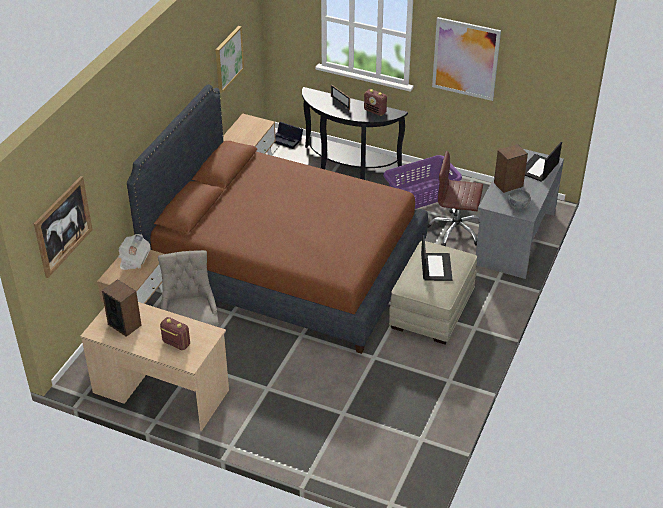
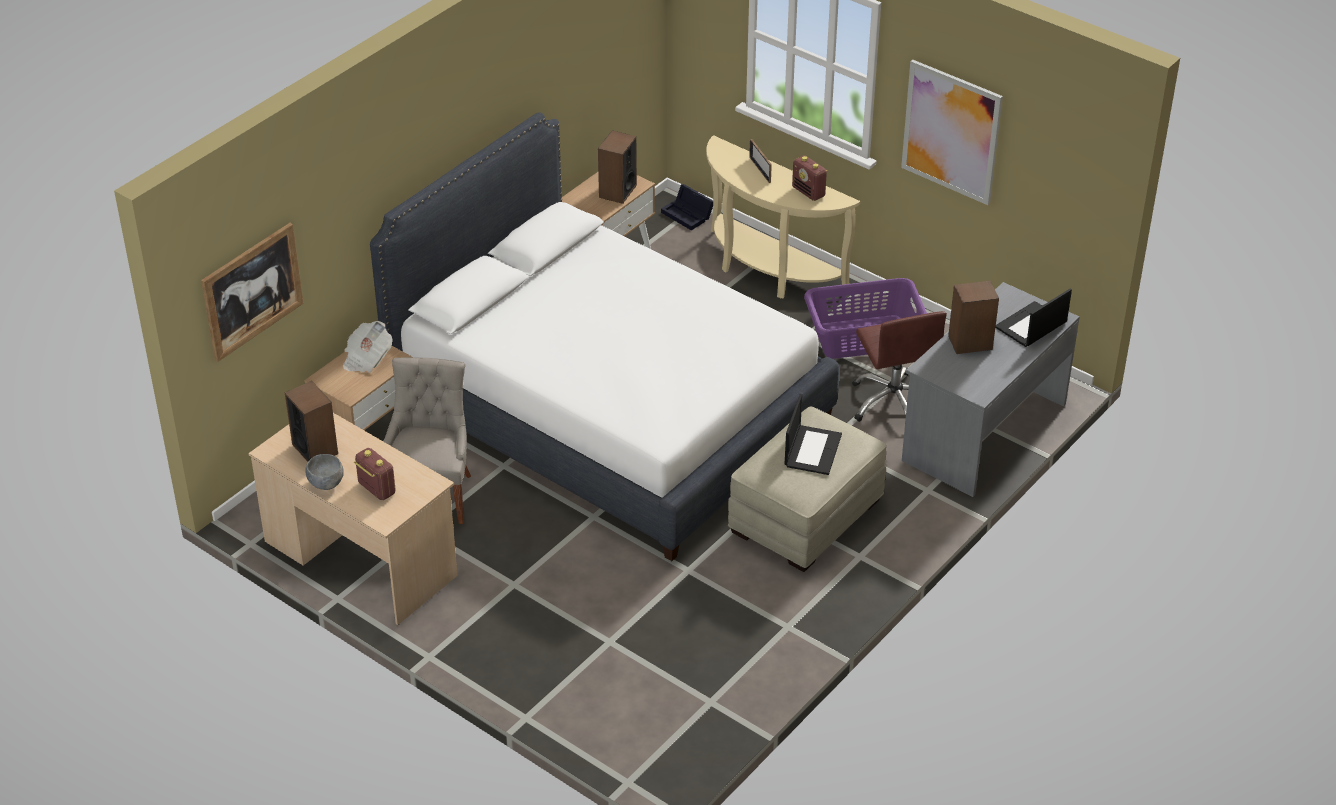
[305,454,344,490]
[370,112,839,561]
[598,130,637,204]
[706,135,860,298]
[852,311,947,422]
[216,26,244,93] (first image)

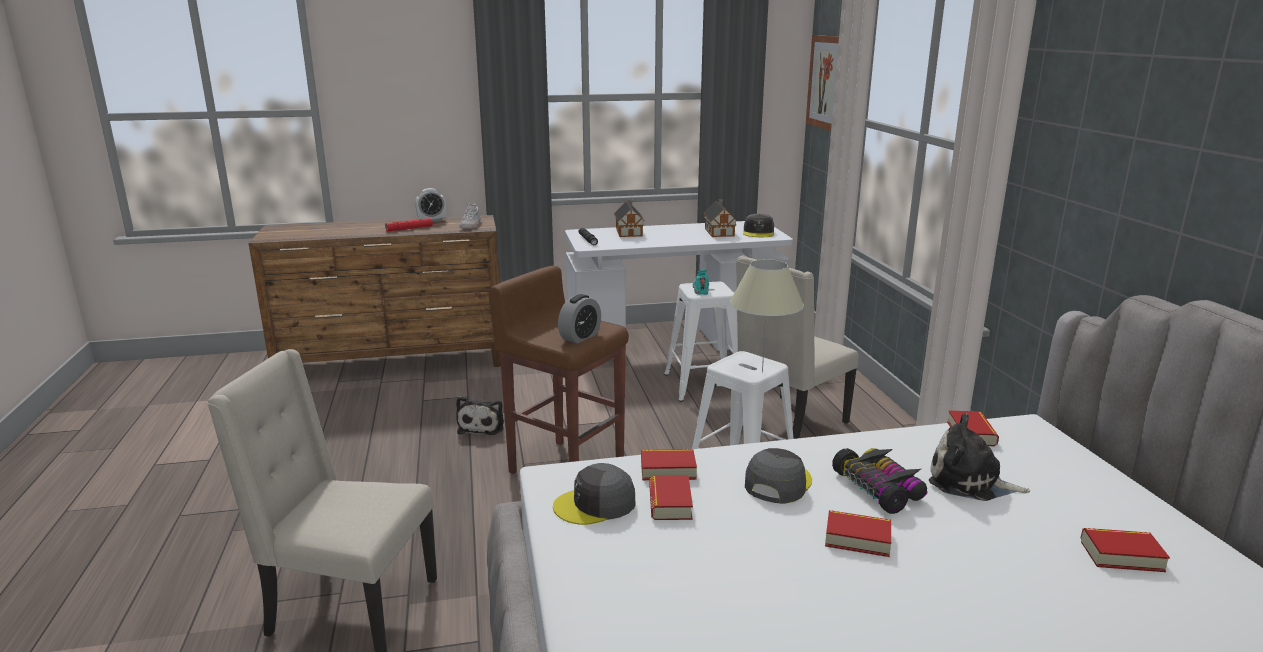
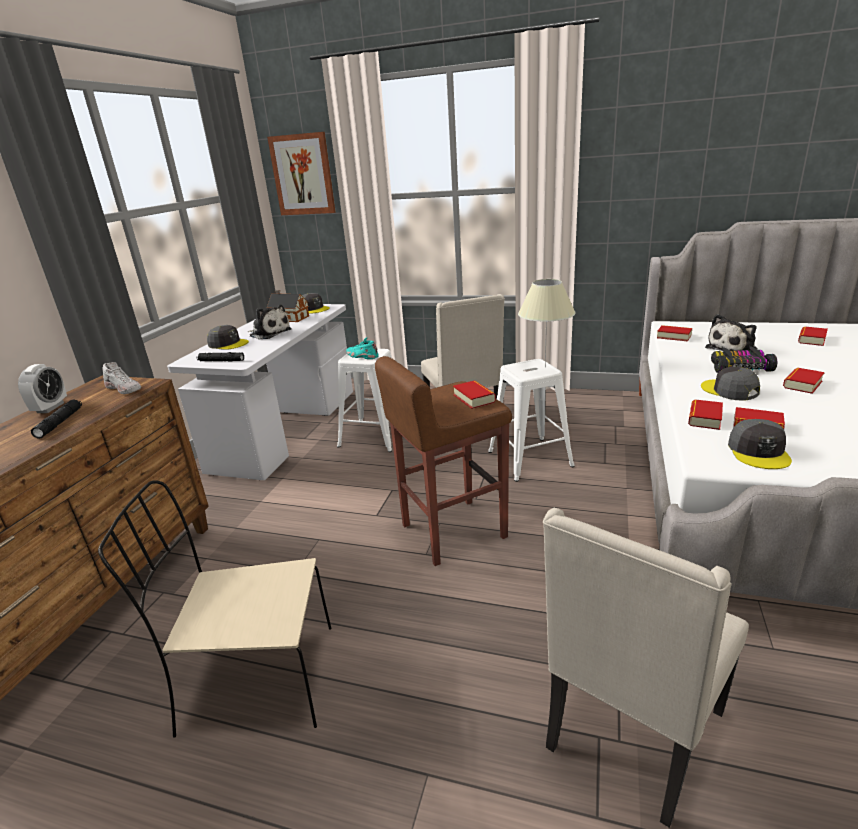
[31,399,82,439]
[98,480,332,738]
[207,325,249,350]
[248,304,292,339]
[453,380,496,409]

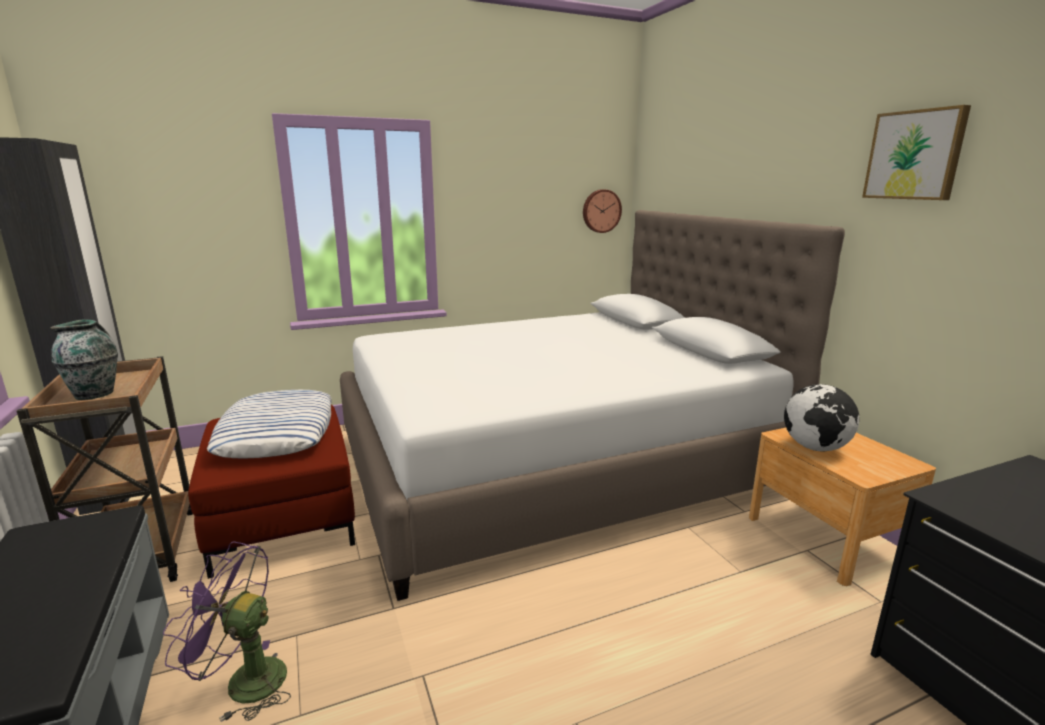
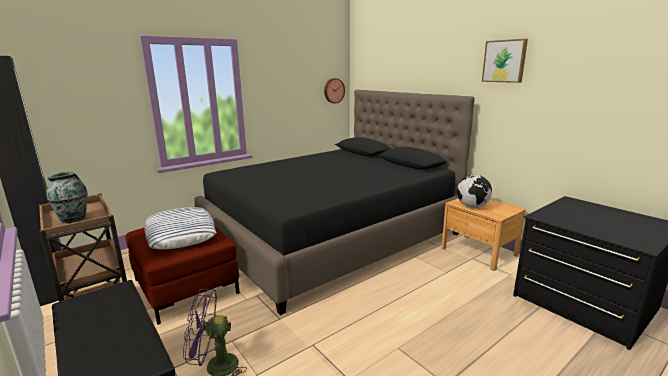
[194,90,475,315]

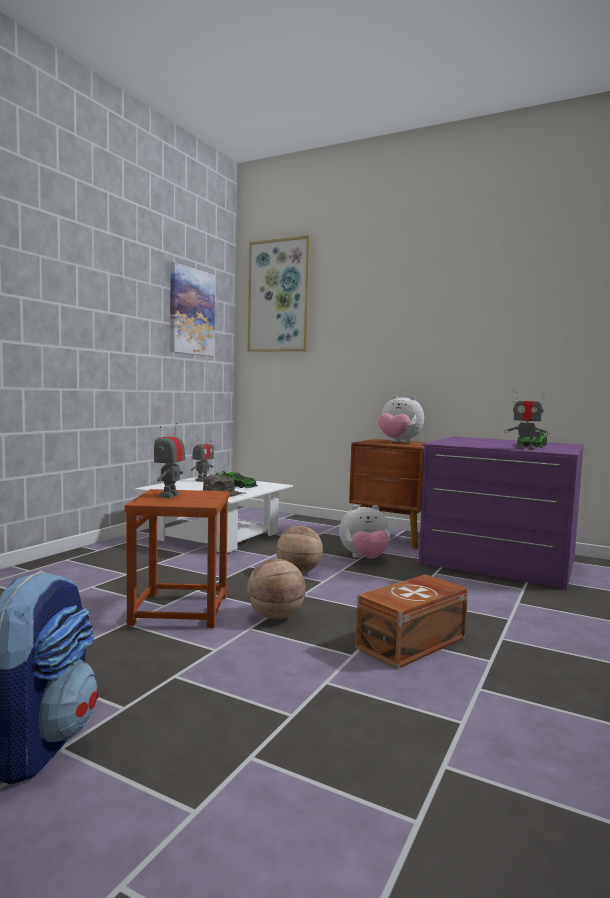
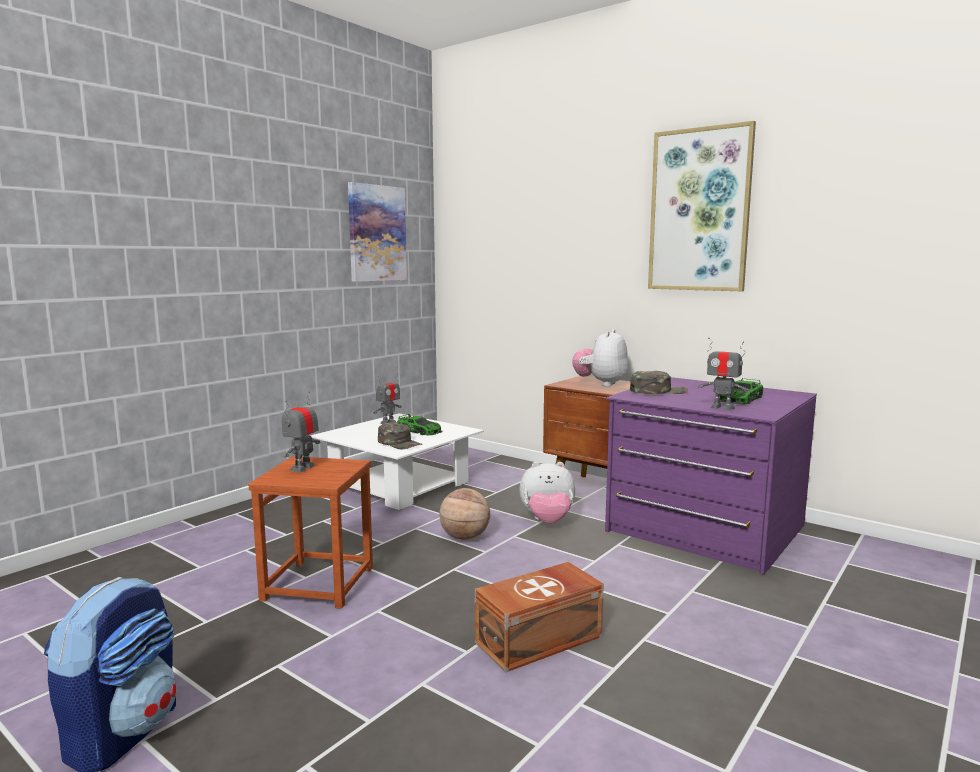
[572,329,628,387]
[630,371,688,394]
[648,121,756,291]
[247,559,306,619] (first image)

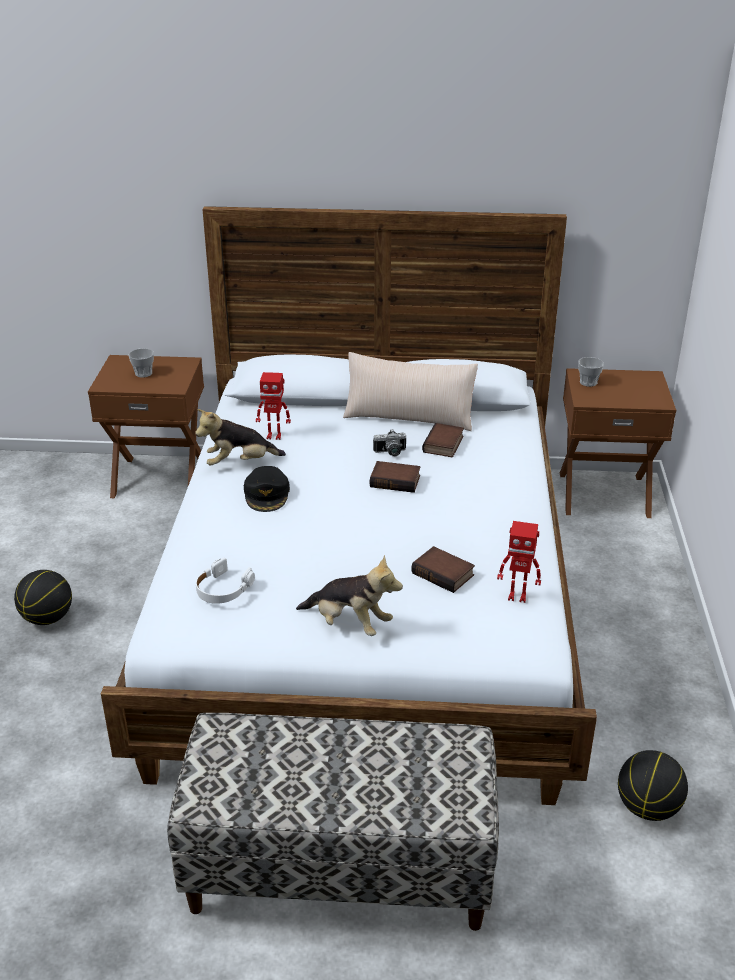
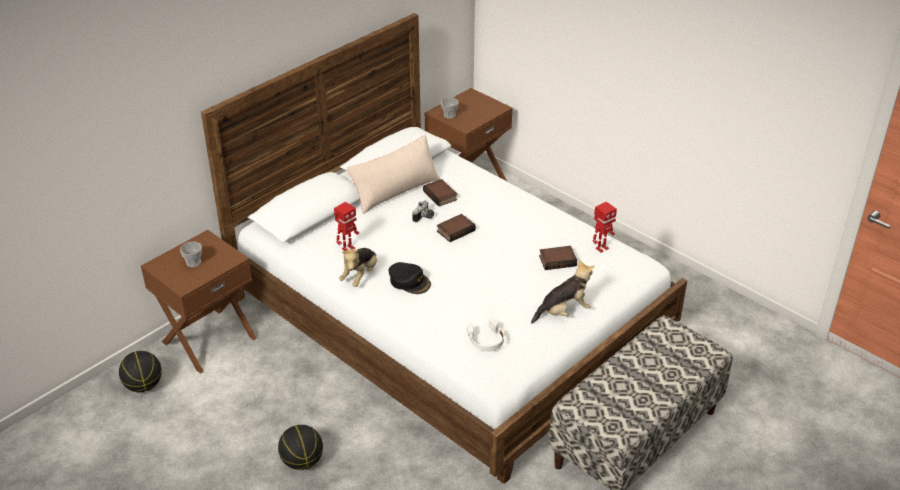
[119,351,162,392]

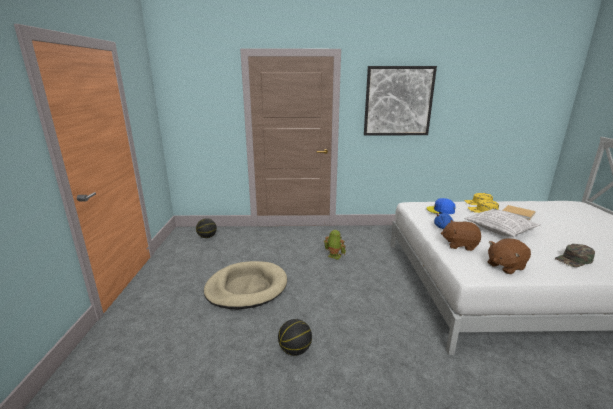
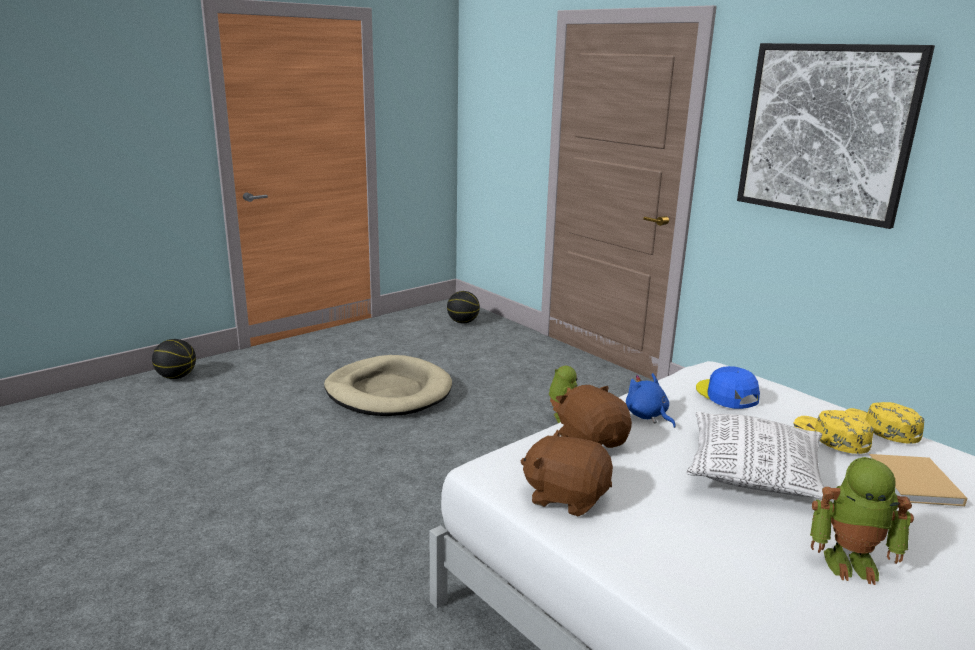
[152,339,196,379]
[810,457,914,585]
[555,244,595,267] (first image)

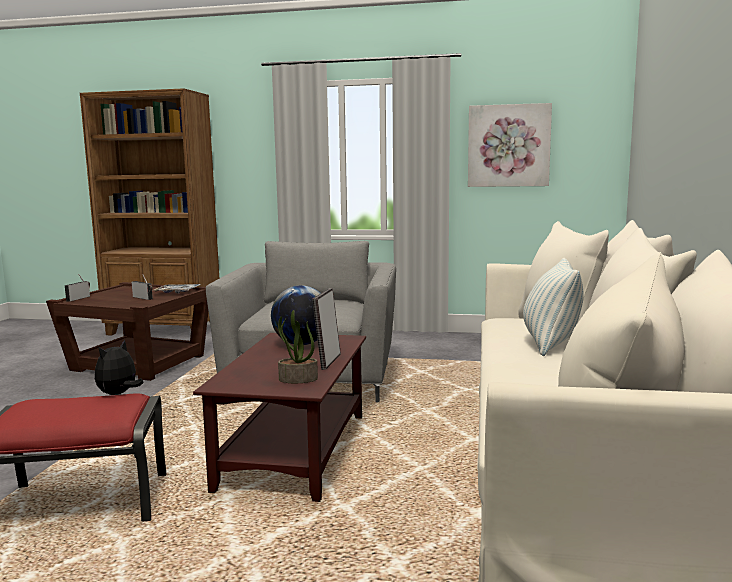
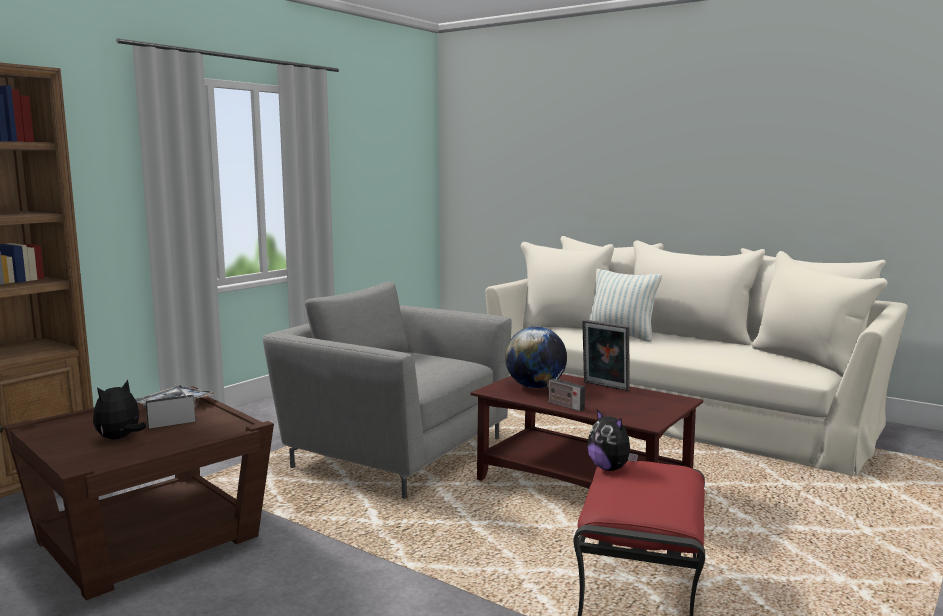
[93,380,146,439]
[547,369,585,411]
[278,310,318,383] (first image)
[468,103,552,187] (first image)

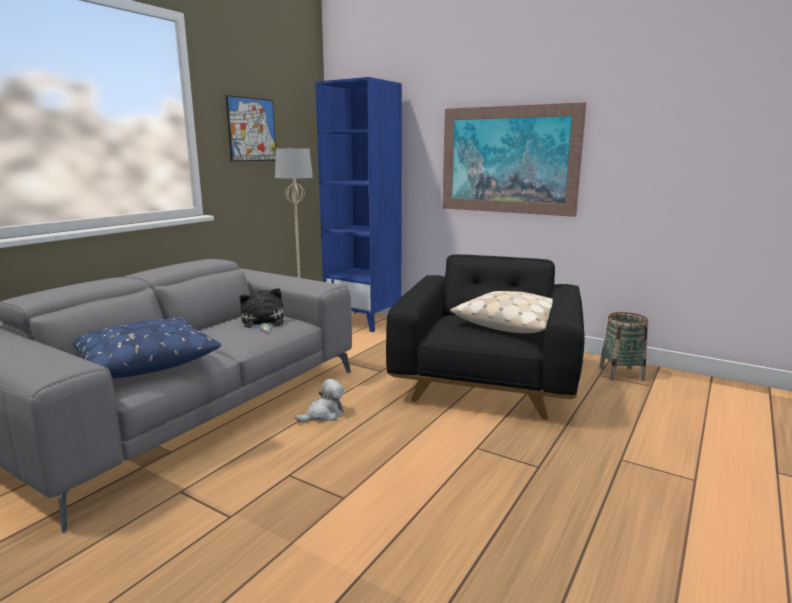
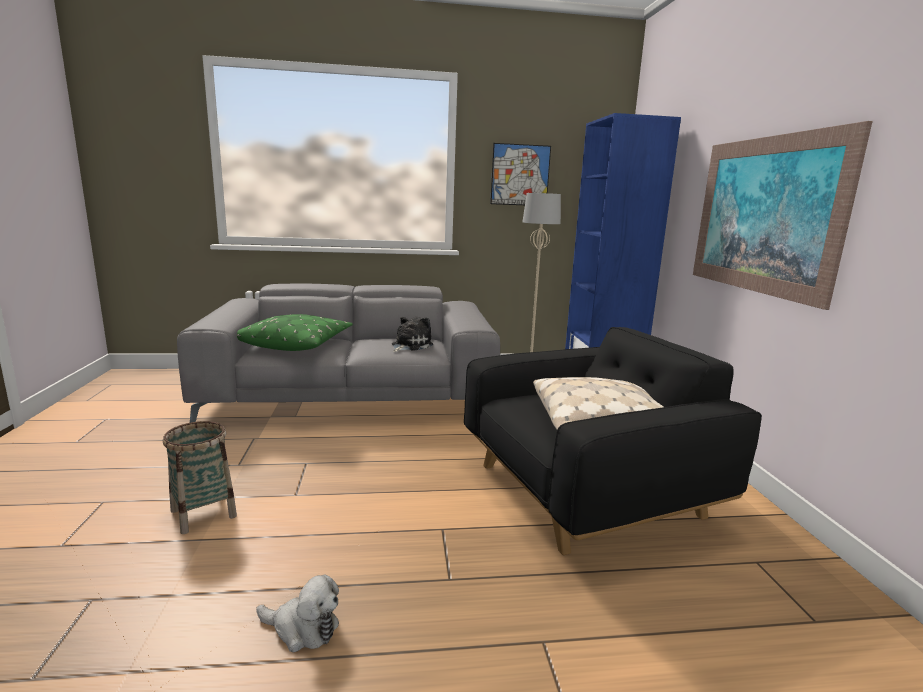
[163,421,237,534]
[237,314,353,351]
[256,575,339,652]

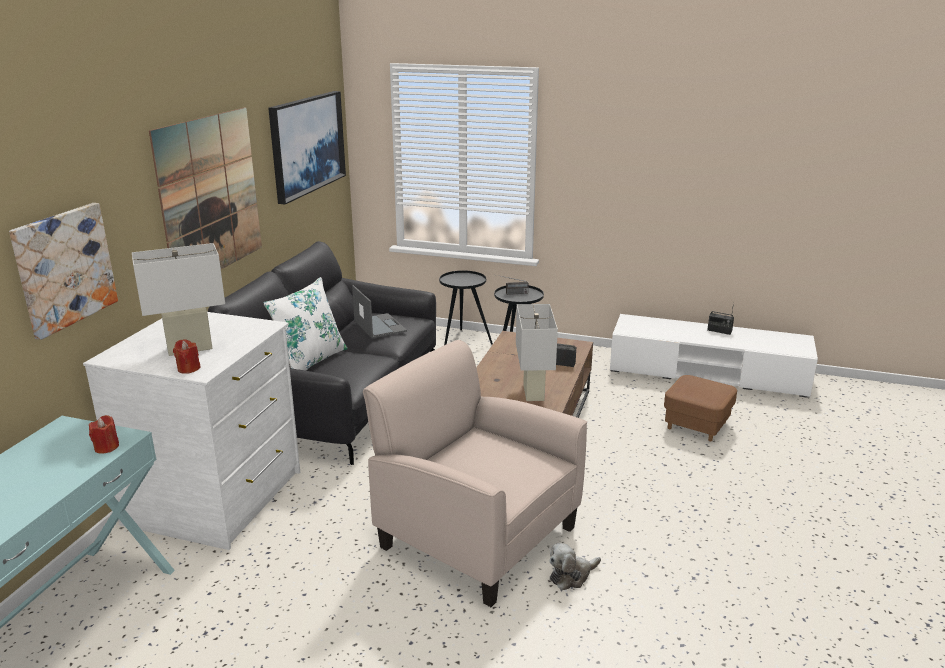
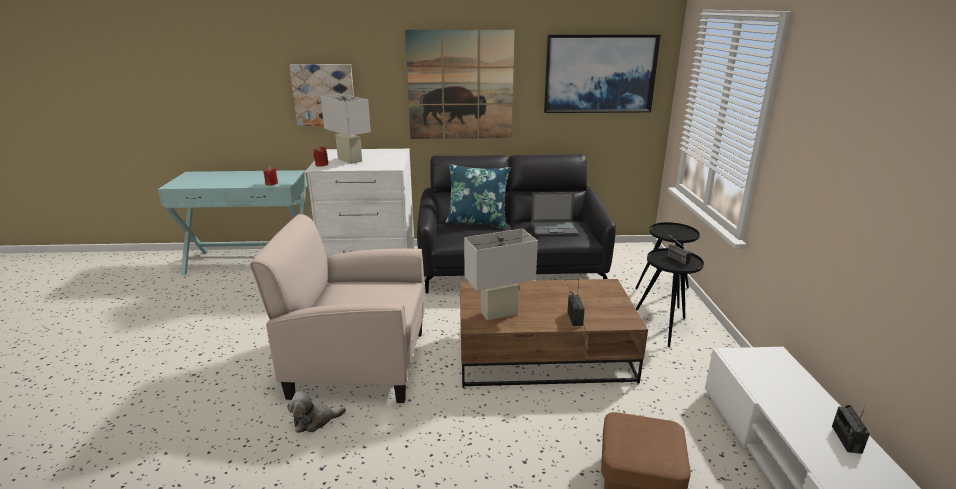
[250,214,425,403]
[287,391,346,433]
[445,164,511,228]
[531,192,579,235]

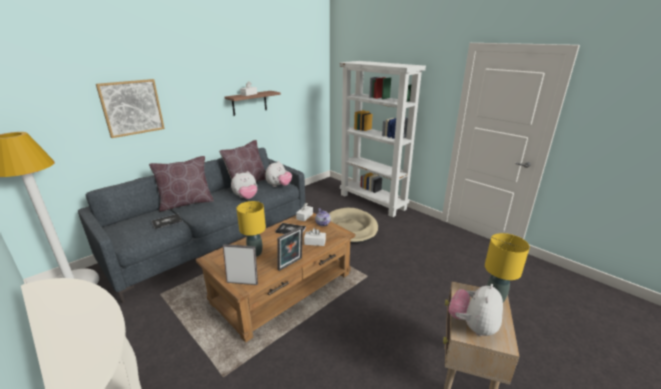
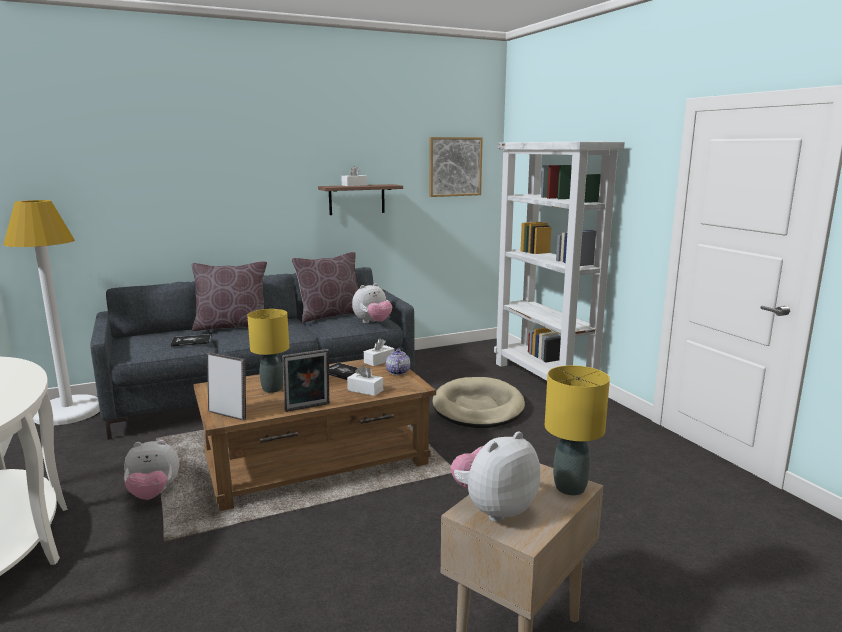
[124,440,179,500]
[429,137,483,197]

